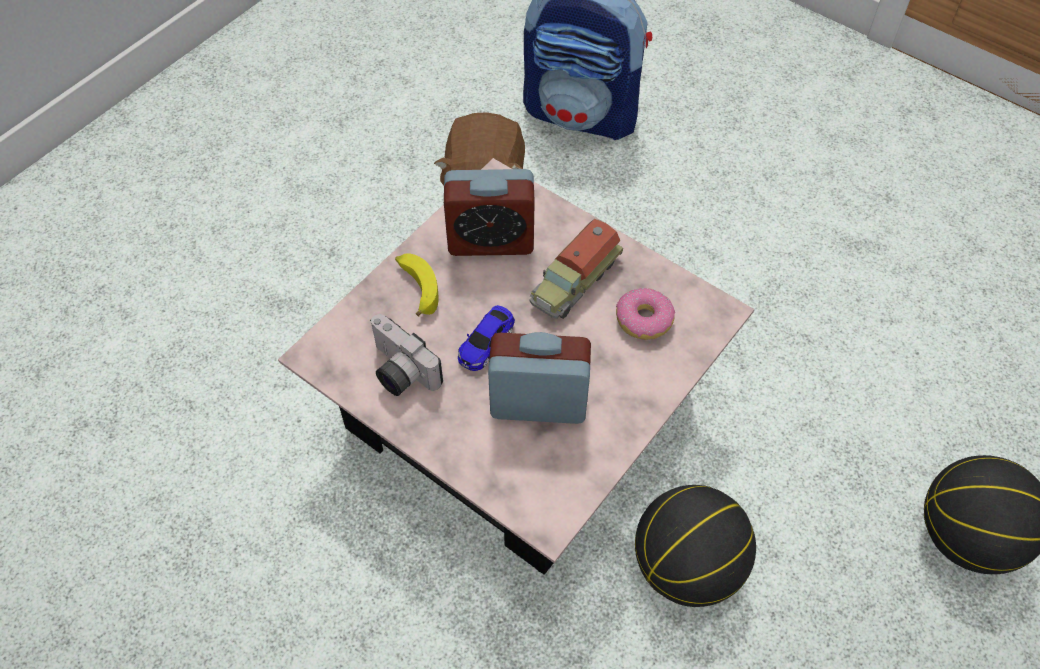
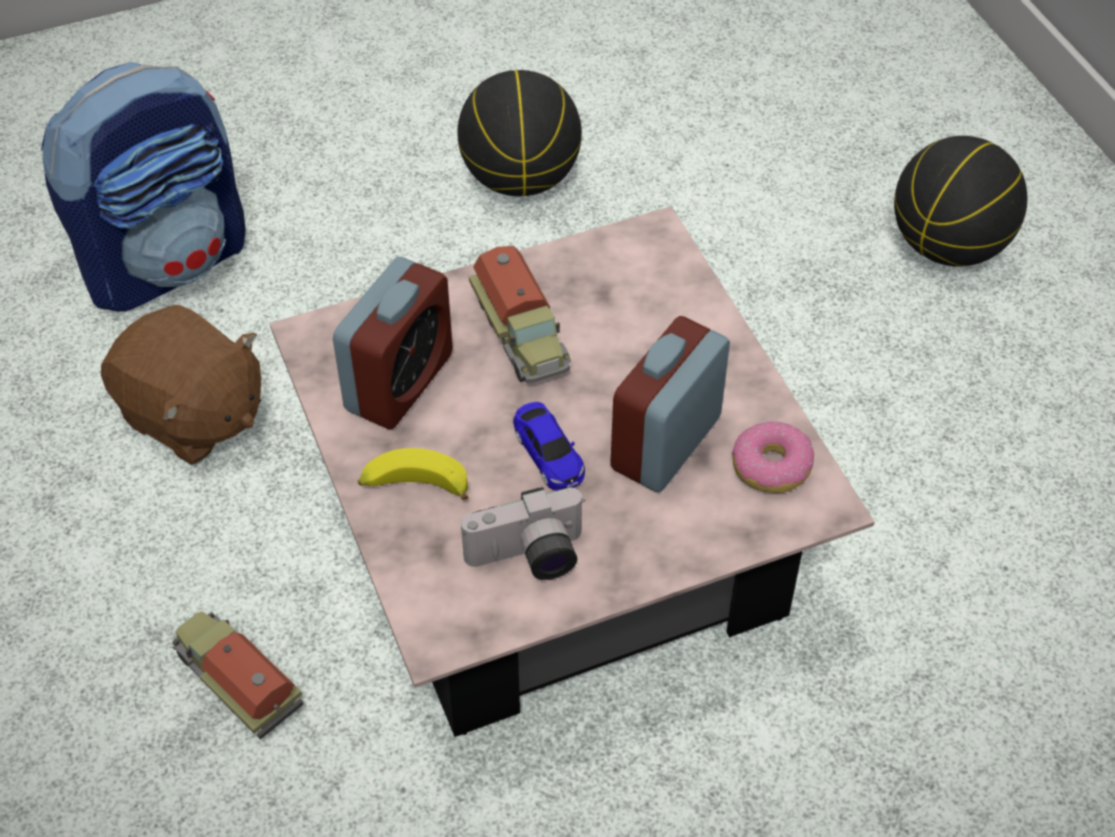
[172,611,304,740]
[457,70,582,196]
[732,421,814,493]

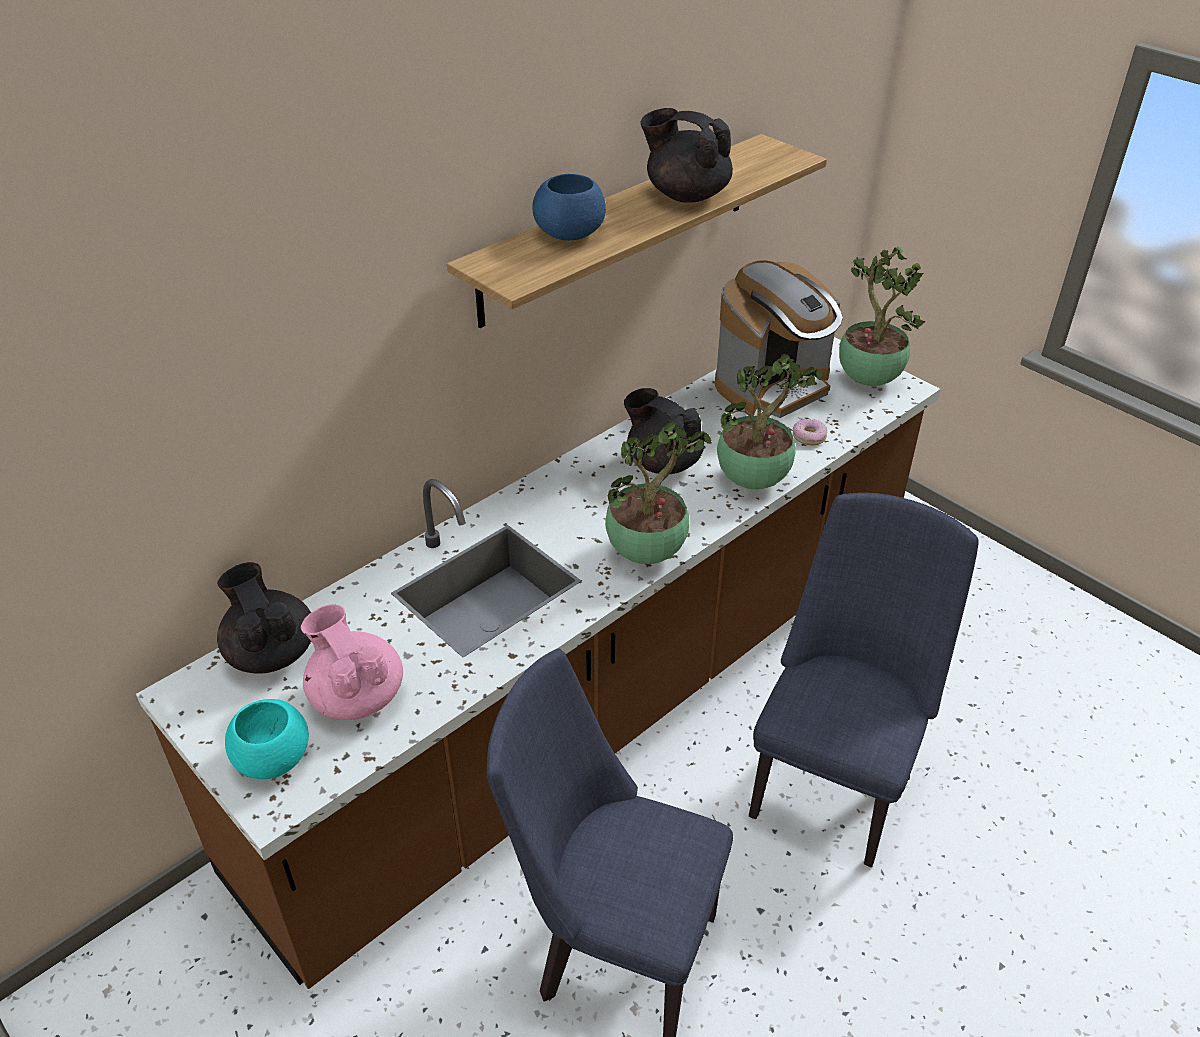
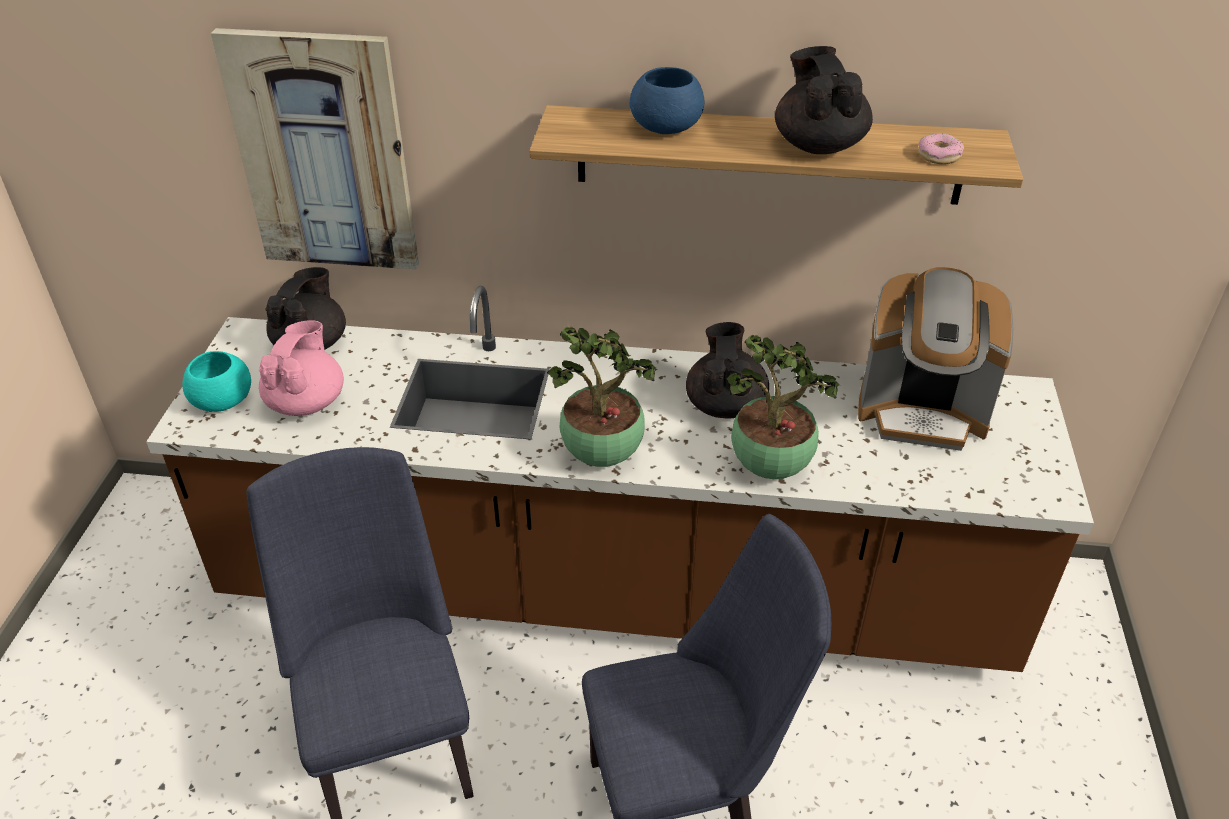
[211,28,419,270]
[918,133,964,164]
[839,247,925,386] (first image)

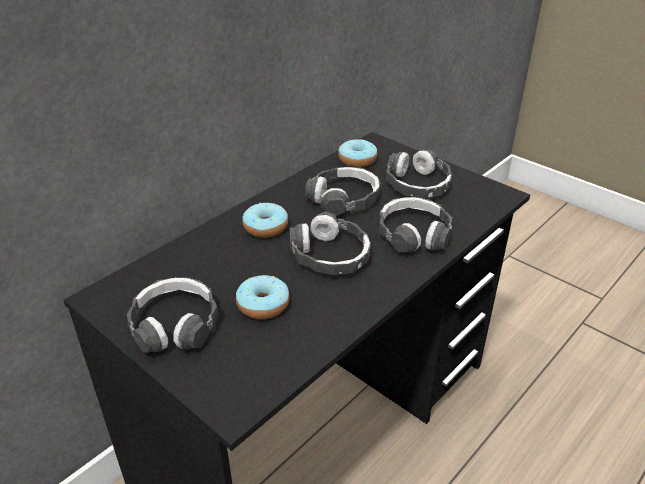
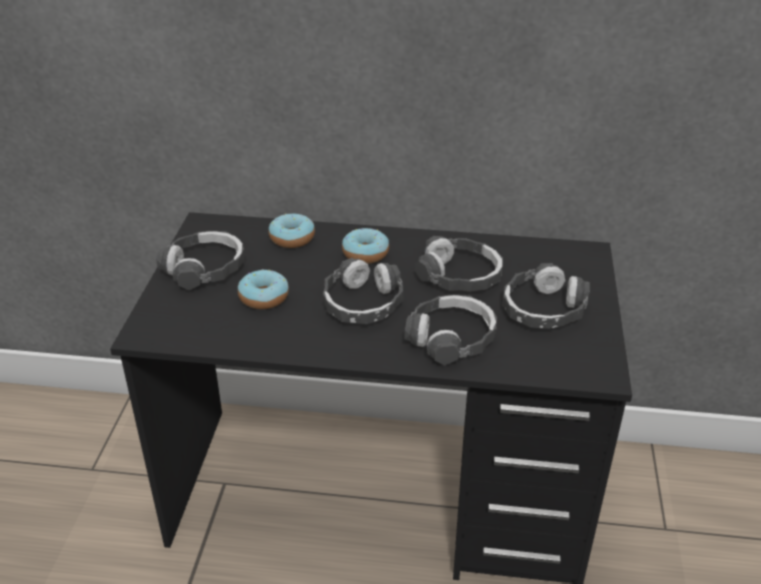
[269,214,315,248]

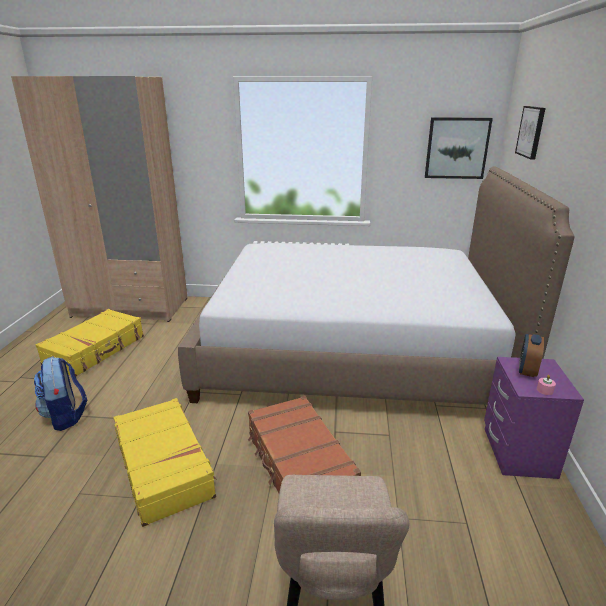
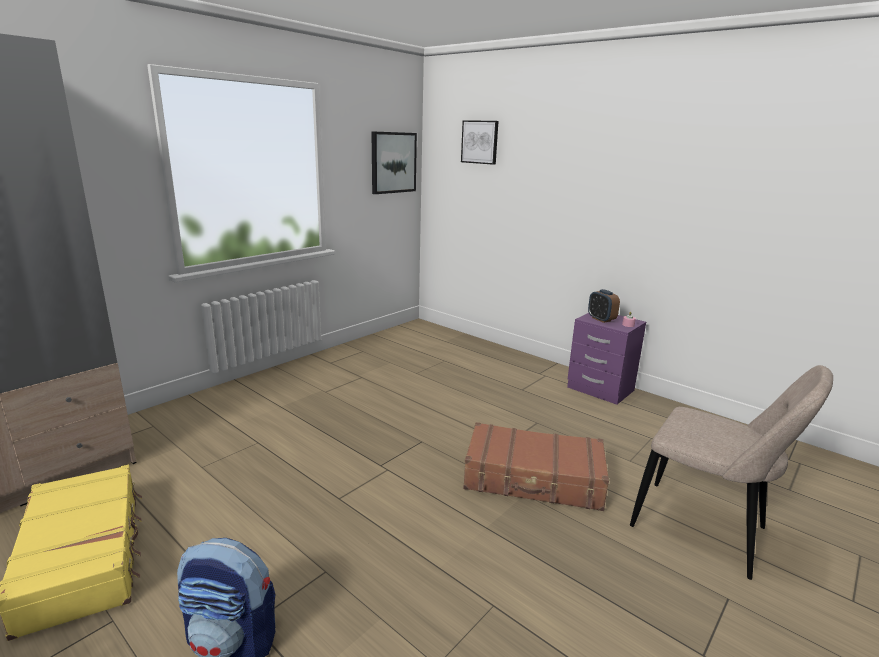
[113,398,217,527] (first image)
[178,167,575,405] (first image)

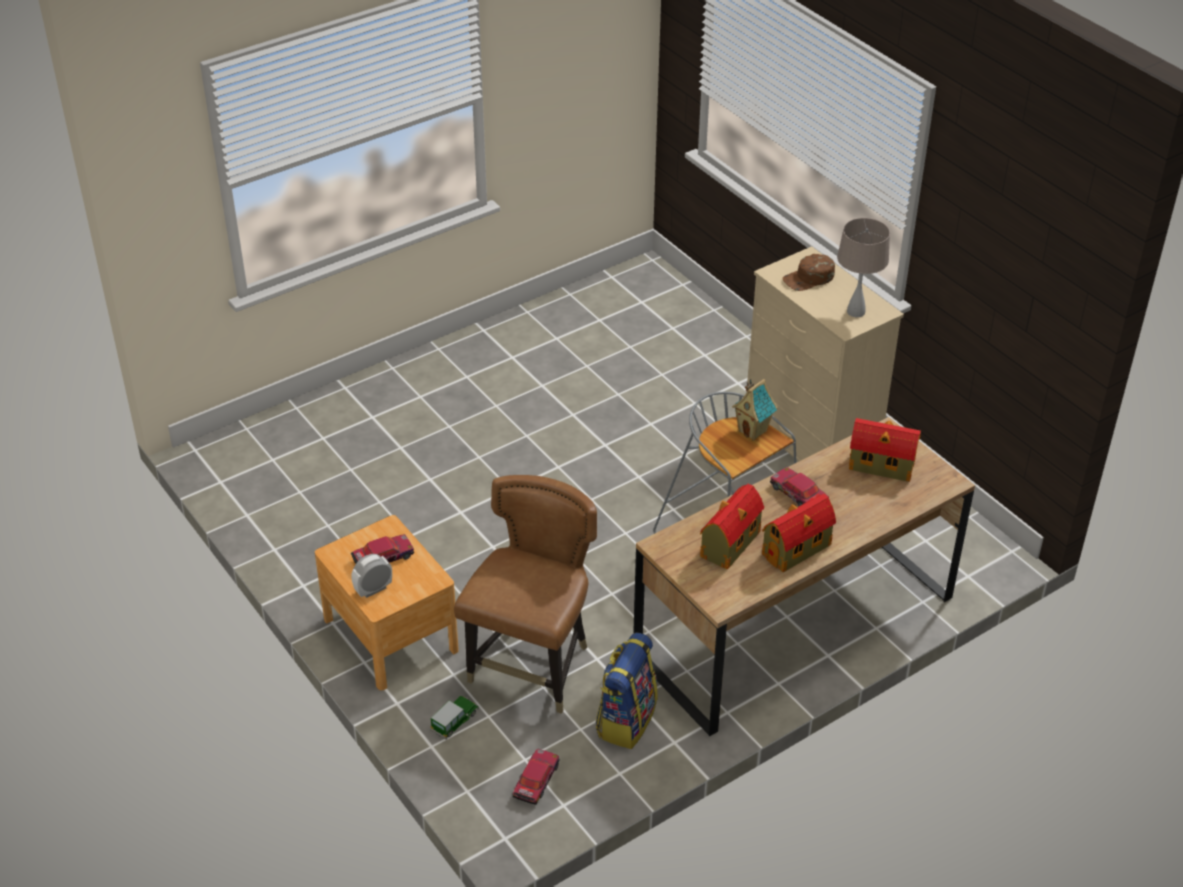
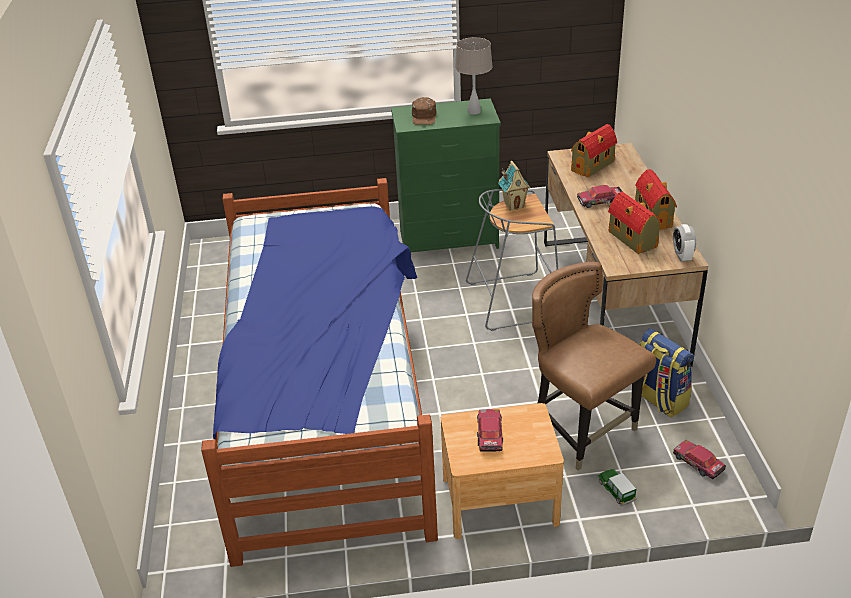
[201,178,438,567]
[391,98,501,252]
[673,224,696,262]

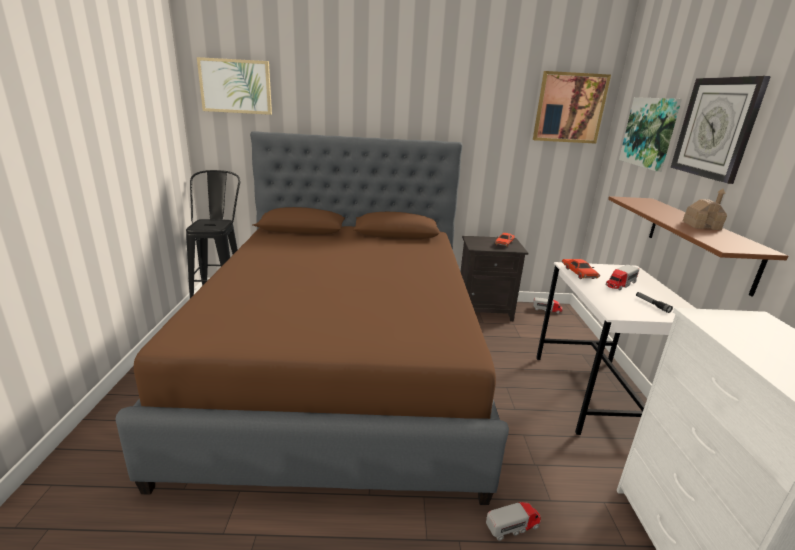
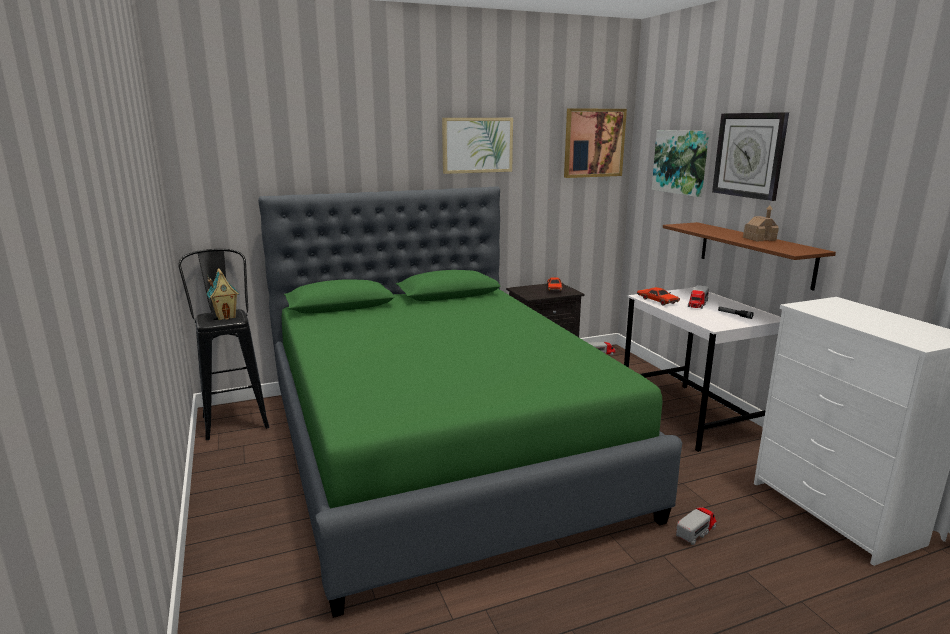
[206,268,240,320]
[258,187,682,618]
[442,118,513,174]

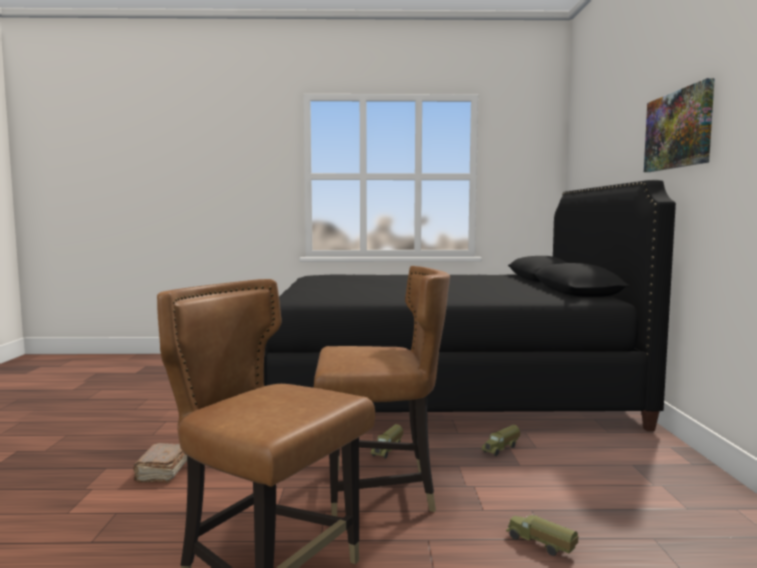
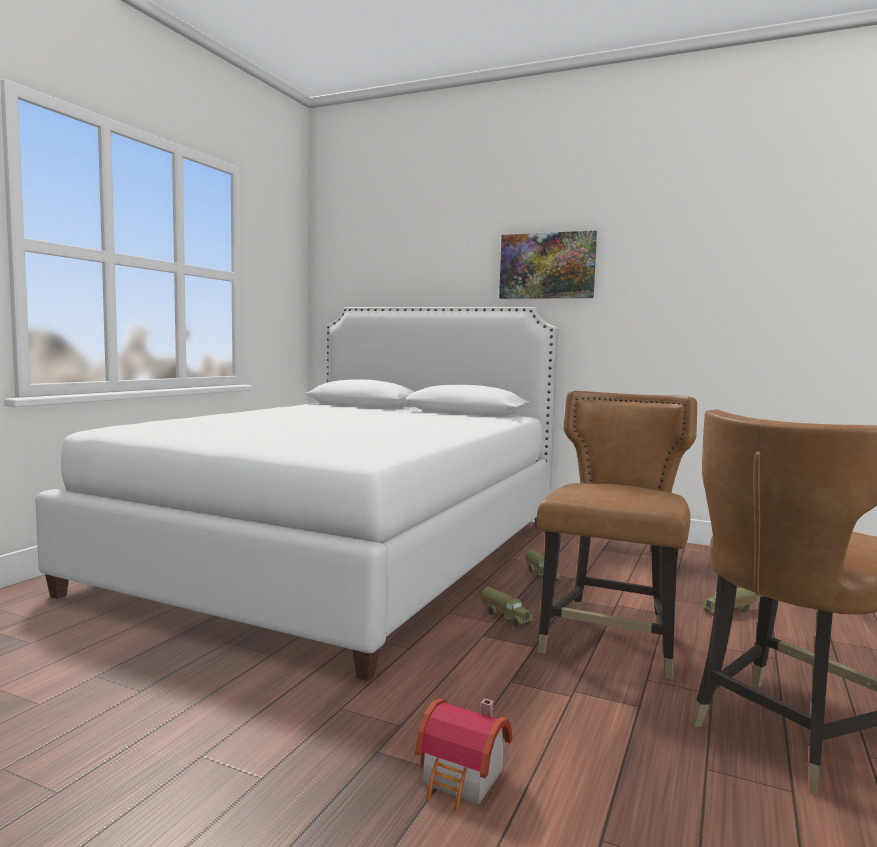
[35,307,558,681]
[415,698,512,811]

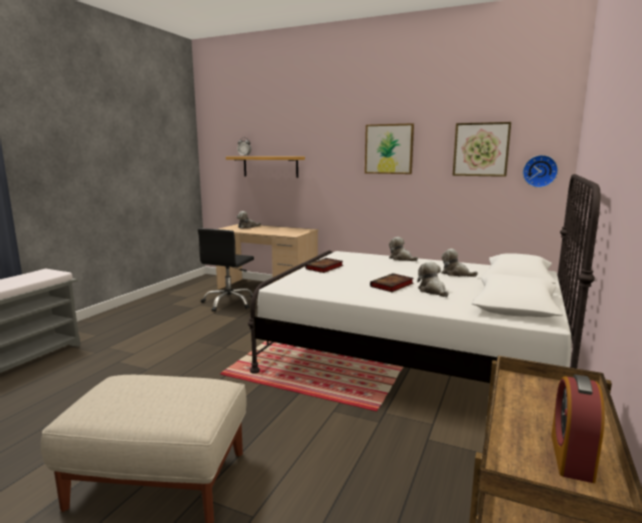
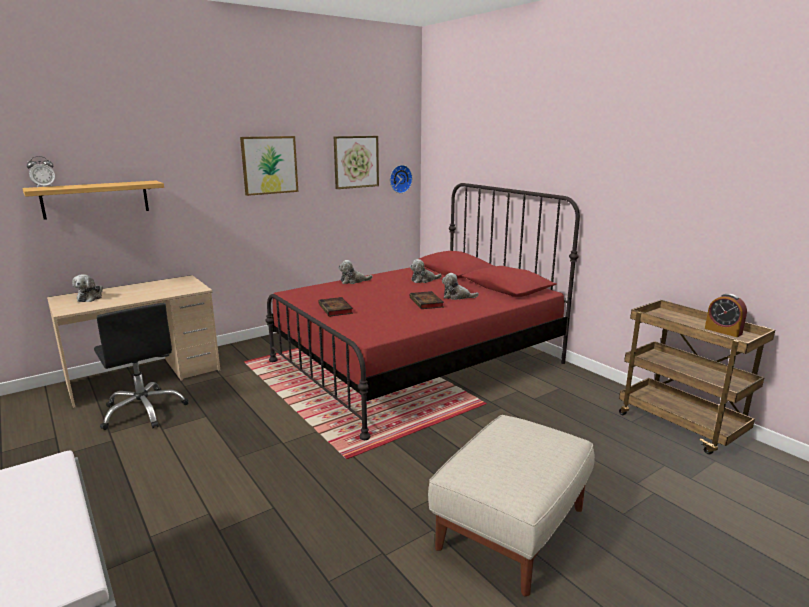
[265,183,580,440]

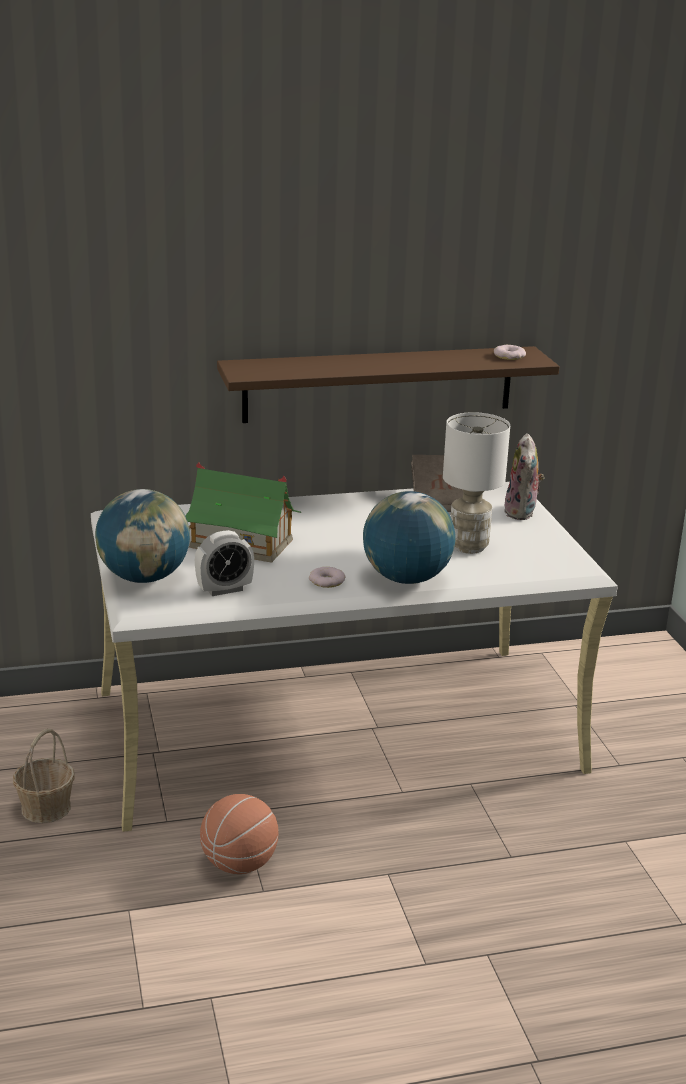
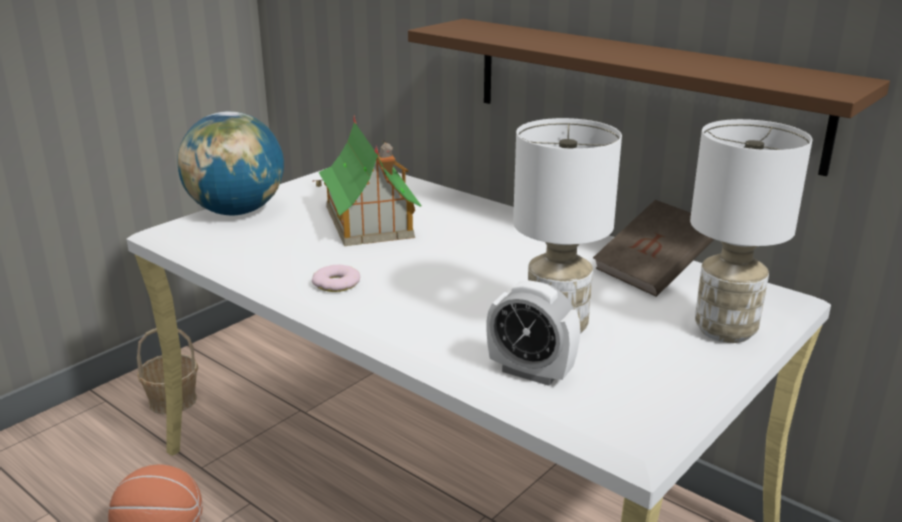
[486,280,580,386]
[690,119,813,343]
[363,491,456,584] (first image)
[494,345,526,360] (first image)

